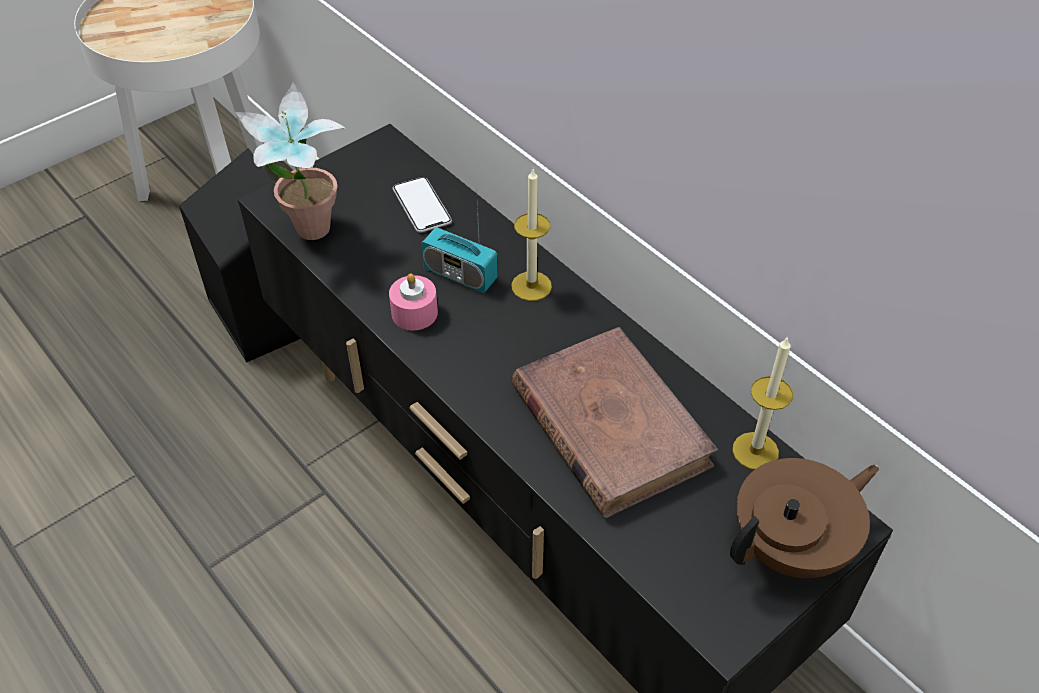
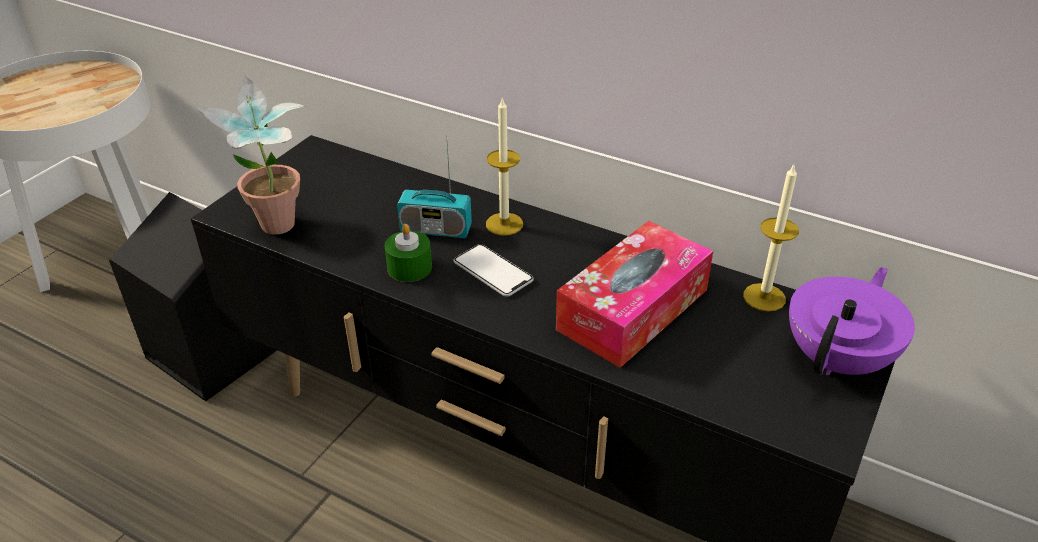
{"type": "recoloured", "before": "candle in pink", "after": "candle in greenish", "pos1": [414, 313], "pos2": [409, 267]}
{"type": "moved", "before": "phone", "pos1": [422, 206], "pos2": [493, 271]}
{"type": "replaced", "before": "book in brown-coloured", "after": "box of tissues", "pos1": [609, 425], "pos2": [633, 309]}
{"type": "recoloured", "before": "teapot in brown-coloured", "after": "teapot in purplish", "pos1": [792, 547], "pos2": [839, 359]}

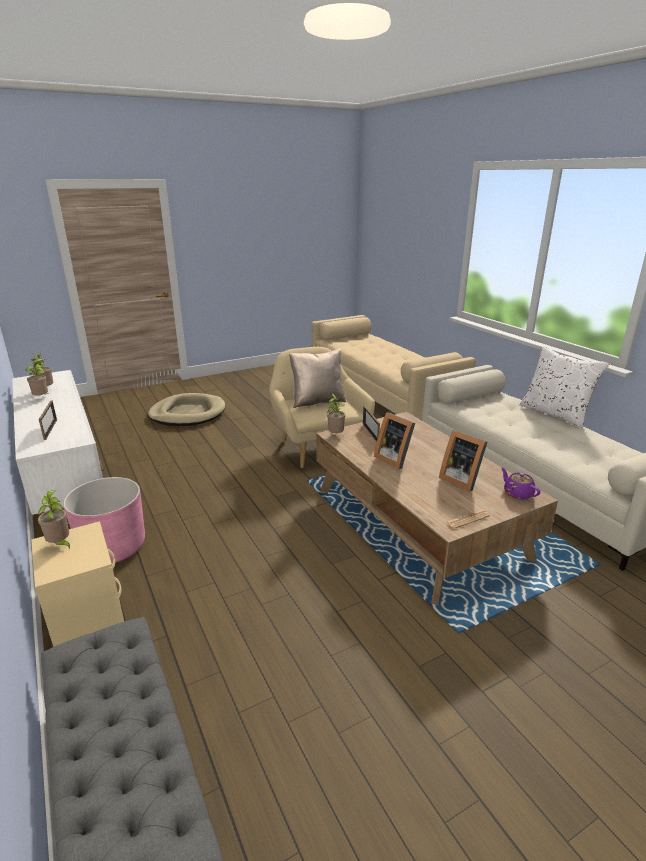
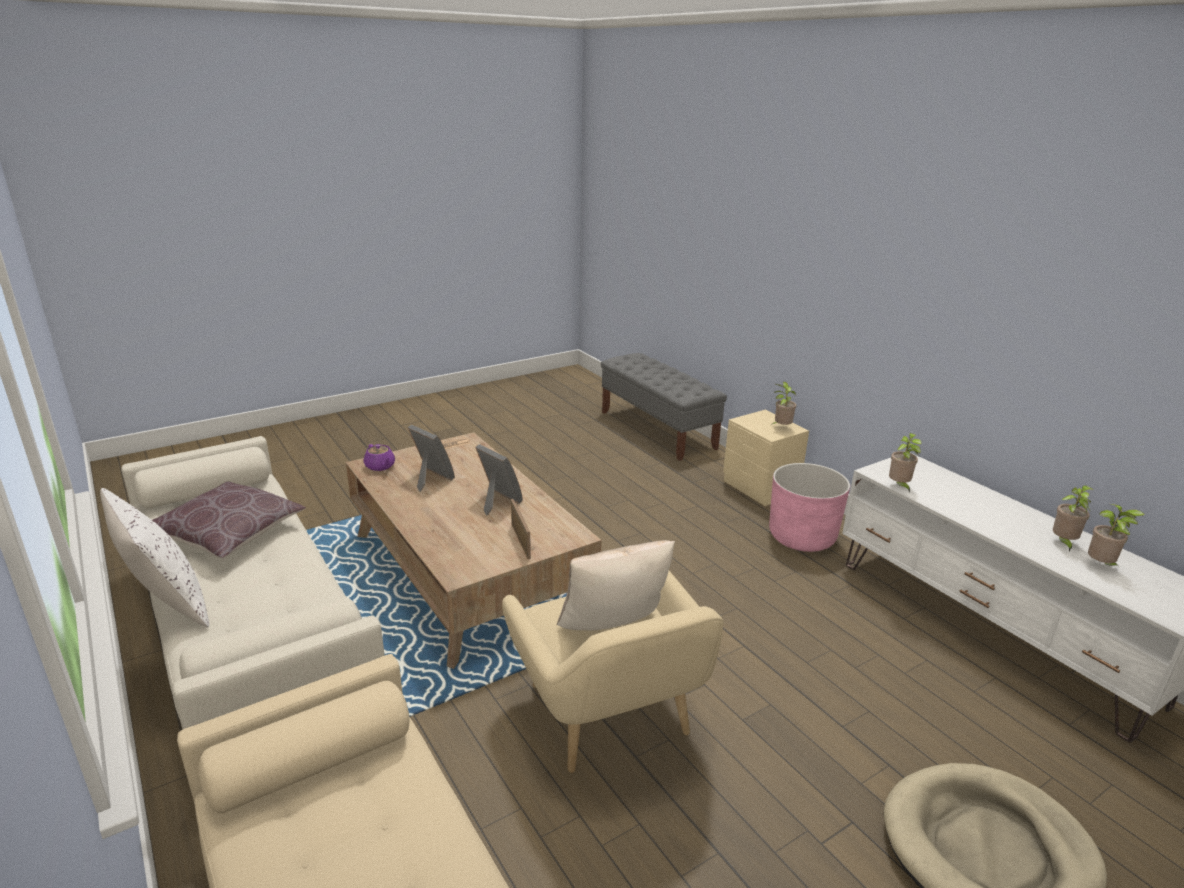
{"type": "removed", "before": "picture frame", "pos1": [50, 429]}
{"type": "moved", "before": "potted plant", "pos1": [335, 435], "pos2": [899, 486]}
{"type": "added", "after": "cushion in brown-coloured", "pos2": [228, 534]}

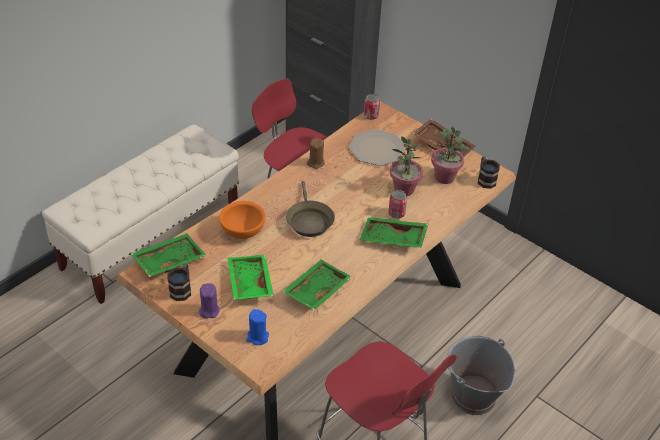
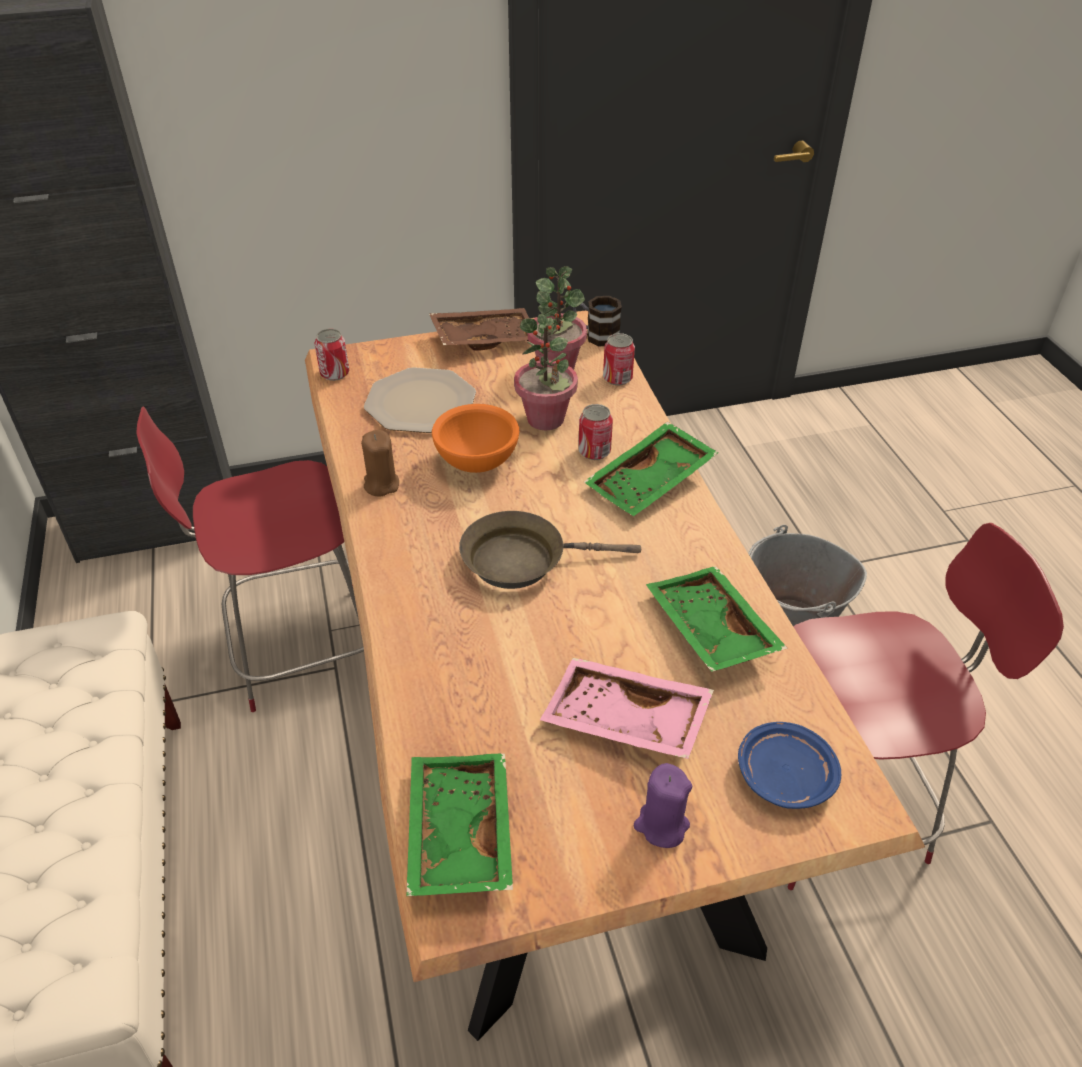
{"type": "removed", "before": "coffee mug", "pos1": [182, 289]}
{"type": "moved", "before": "deep dish in orangey", "pos1": [242, 232], "pos2": [477, 463]}
{"type": "recoloured", "before": "tray in greenish", "after": "tray in pink", "pos1": [248, 283], "pos2": [624, 722]}
{"type": "replaced", "before": "candle in blue", "after": "plate in blue", "pos1": [257, 337], "pos2": [784, 775]}
{"type": "turned", "before": "pan in brown-coloured", "pos1": [309, 221], "pos2": [522, 560], "turn": 150}
{"type": "added", "after": "can", "pos2": [617, 378]}

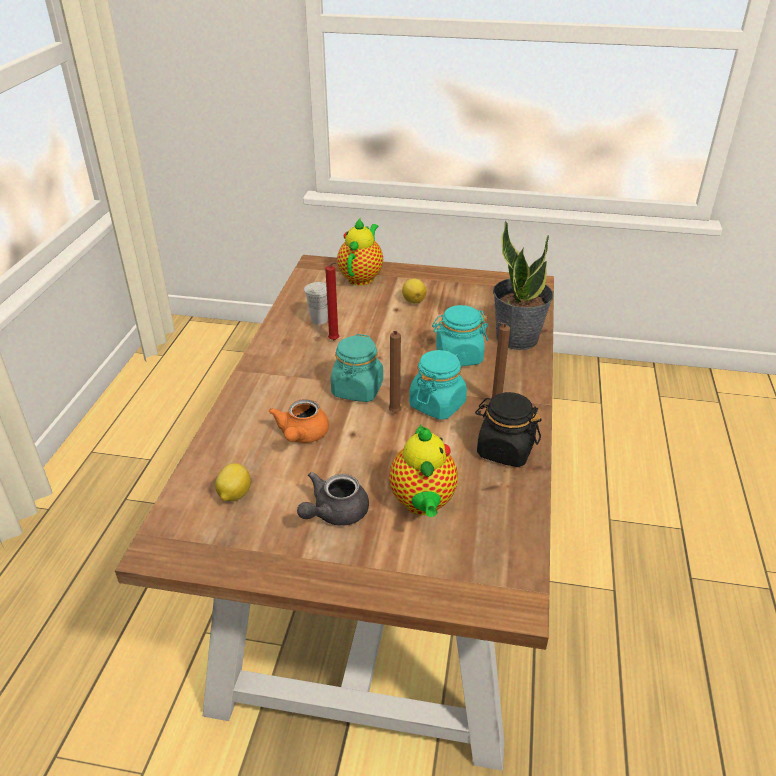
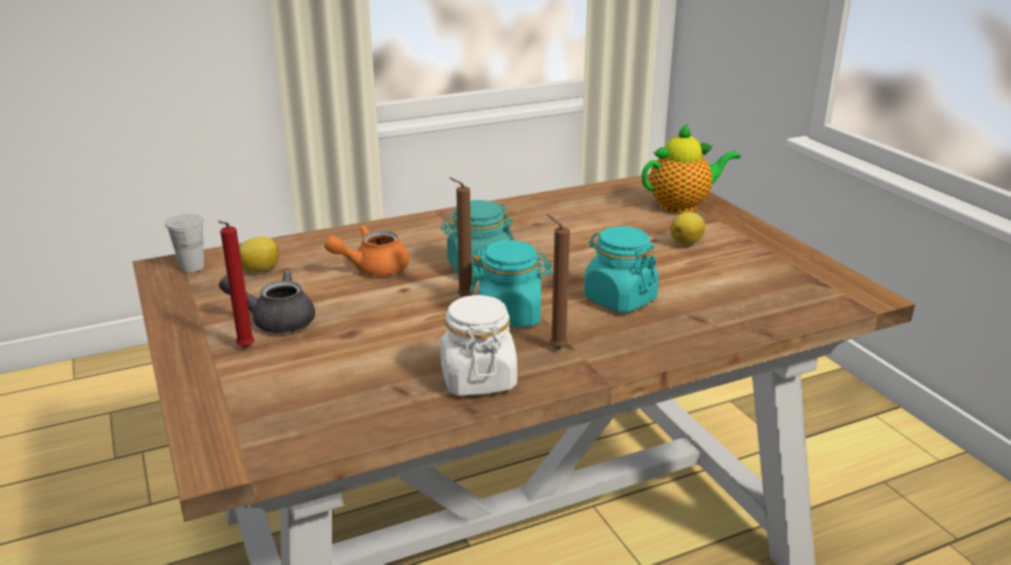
{"type": "moved", "before": "small cup in white-coloured", "pos1": [319, 320], "pos2": [192, 267]}
{"type": "moved", "before": "candle in reddish", "pos1": [335, 341], "pos2": [244, 349]}
{"type": "removed", "before": "teapot", "pos1": [422, 504]}
{"type": "recoloured", "before": "jar in blackish", "after": "jar in white-coloured", "pos1": [504, 450], "pos2": [478, 379]}
{"type": "removed", "before": "potted plant", "pos1": [517, 338]}

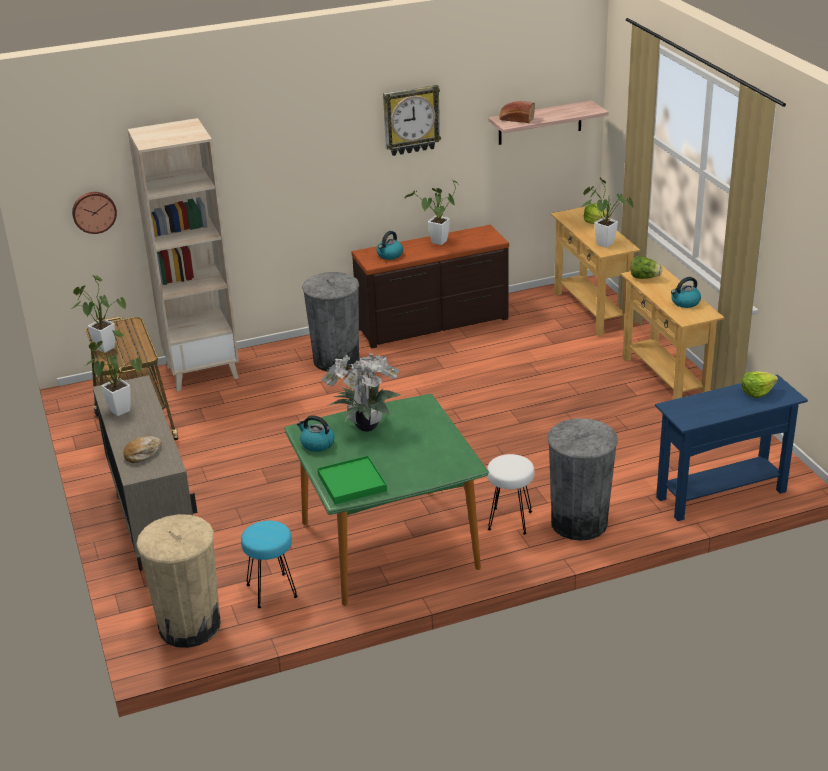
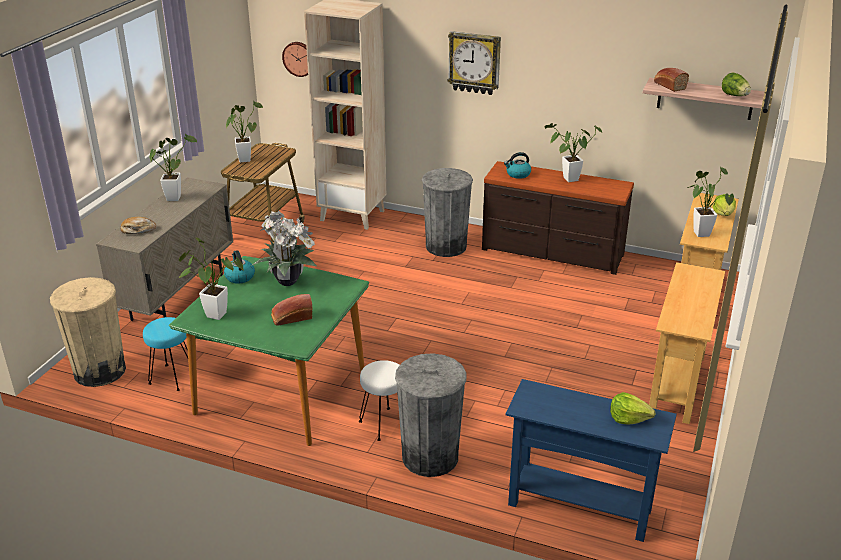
{"type": "replaced", "before": "tray in greenish", "after": "potted plant", "pos1": [351, 482], "pos2": [212, 314]}
{"type": "moved", "before": "wall clock", "pos1": [411, 120], "pos2": [474, 63]}
{"type": "moved", "before": "lettuce", "pos1": [644, 277], "pos2": [735, 96]}
{"type": "removed", "before": "tea kettle", "pos1": [685, 302]}
{"type": "added", "after": "bread", "pos2": [291, 318]}

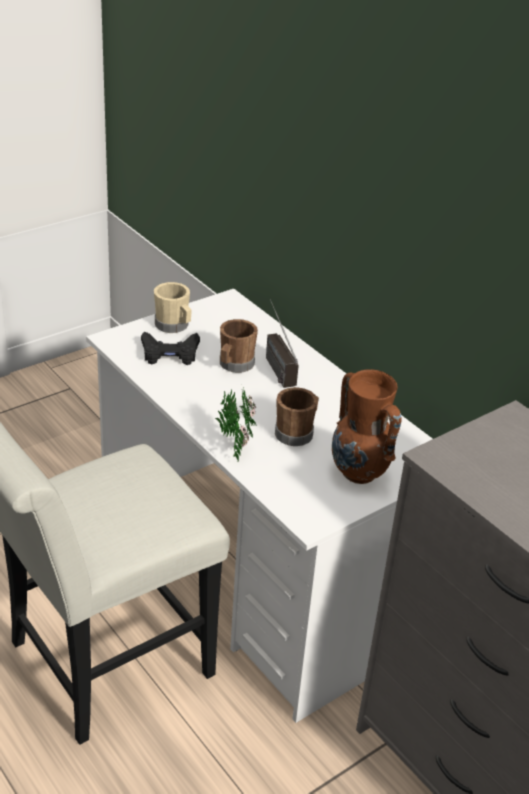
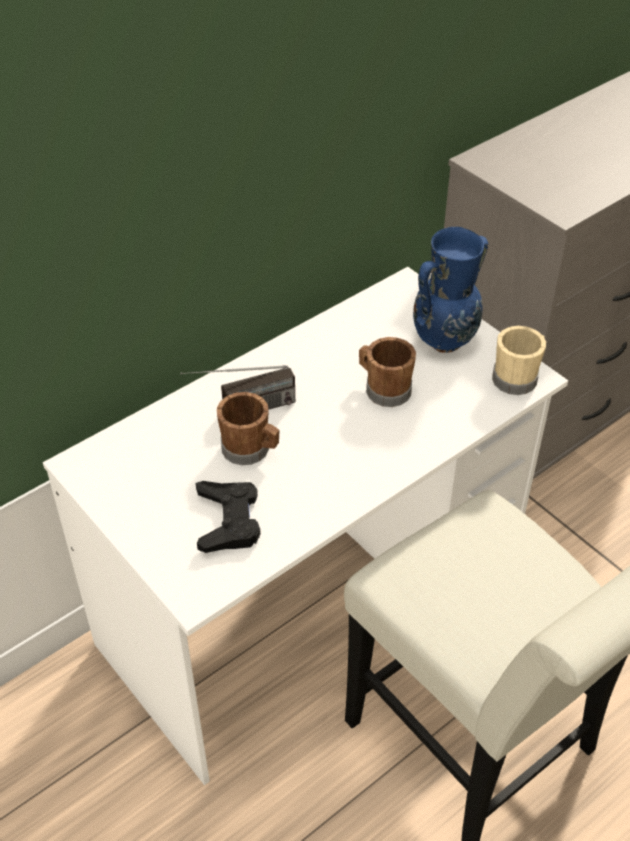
{"type": "moved", "before": "coffee mug in beige-coloured", "pos1": [174, 326], "pos2": [518, 377]}
{"type": "removed", "before": "potted plant", "pos1": [234, 444]}
{"type": "recoloured", "before": "flower vase in brown-coloured", "after": "flower vase in blue", "pos1": [359, 474], "pos2": [445, 341]}

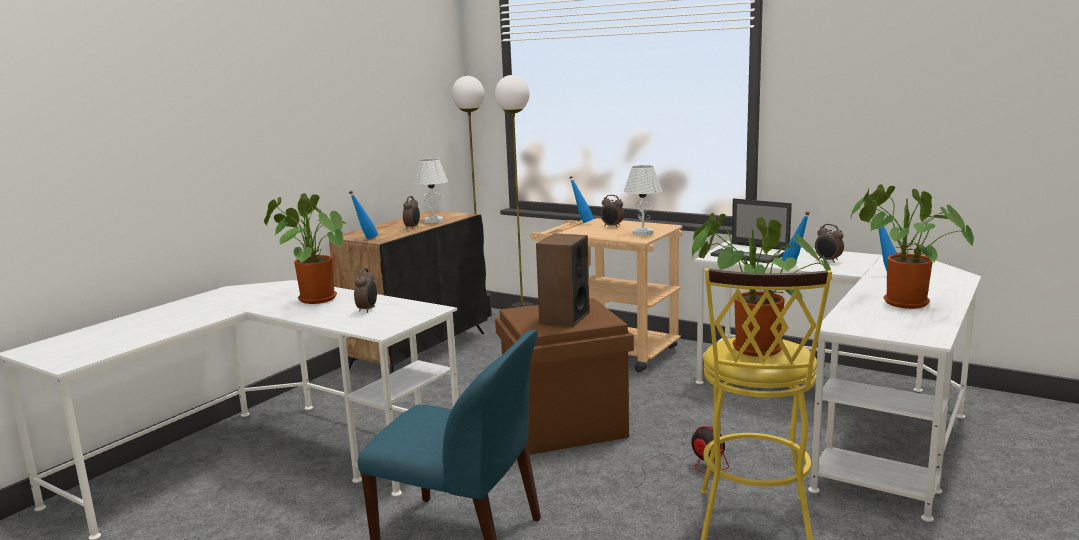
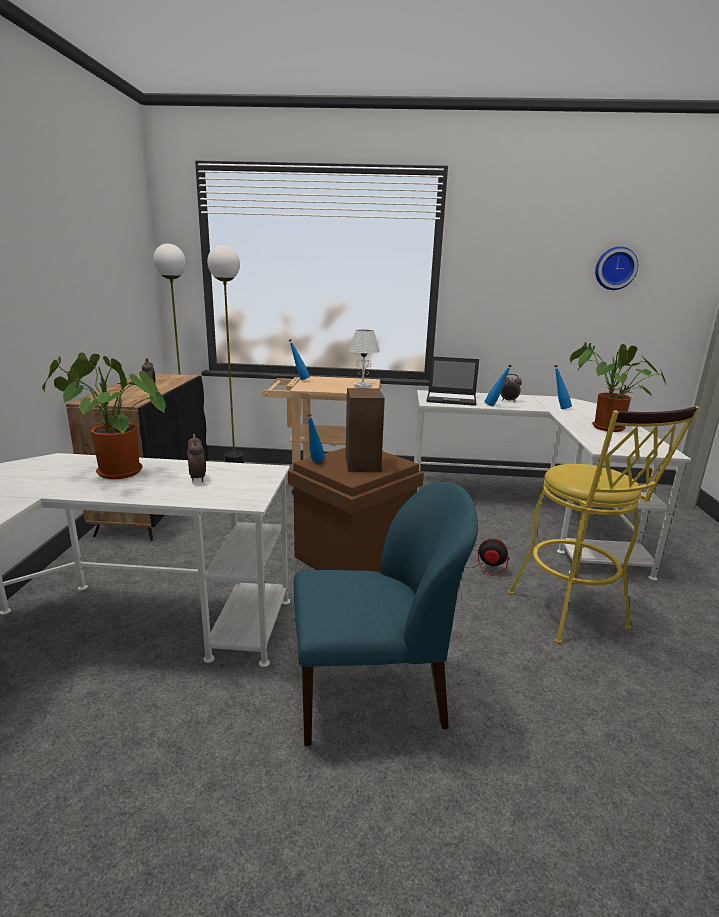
{"type": "moved", "before": "bottle in blue", "pos1": [365, 239], "pos2": [314, 463]}
{"type": "removed", "before": "table lamp in white-coloured", "pos1": [433, 221]}
{"type": "removed", "before": "alarm clock", "pos1": [612, 226]}
{"type": "removed", "before": "potted plant", "pos1": [751, 349]}
{"type": "added", "after": "wall clock", "pos2": [615, 268]}

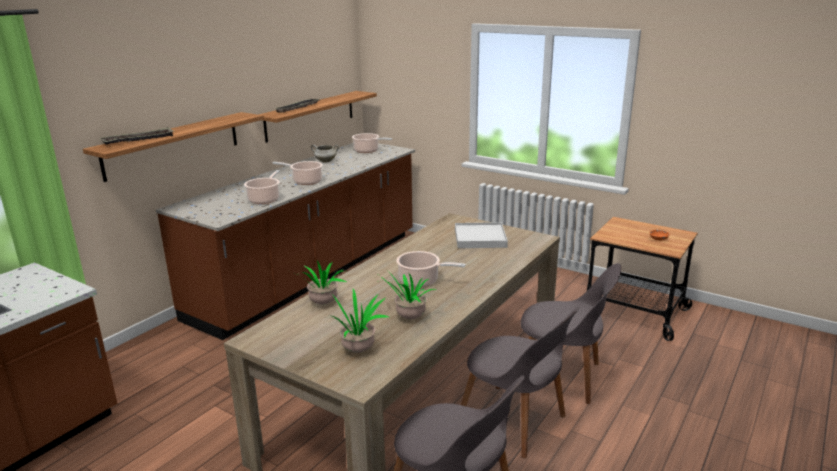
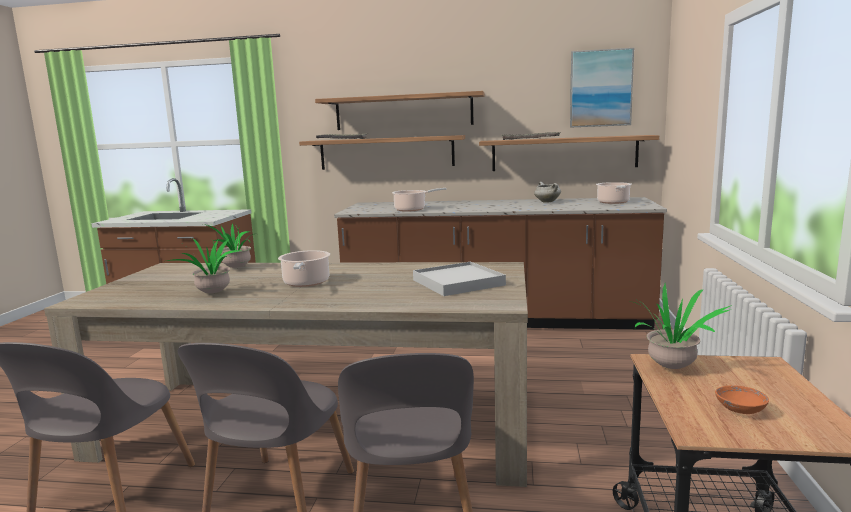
{"type": "removed", "before": "stockpot", "pos1": [305, 181]}
{"type": "moved", "before": "potted plant", "pos1": [357, 349], "pos2": [672, 367]}
{"type": "added", "after": "wall shelf", "pos2": [403, 112]}
{"type": "added", "after": "picture", "pos2": [600, 88]}

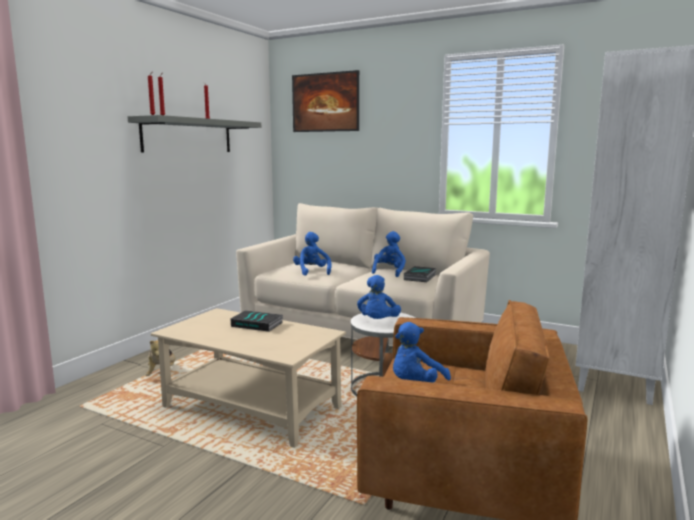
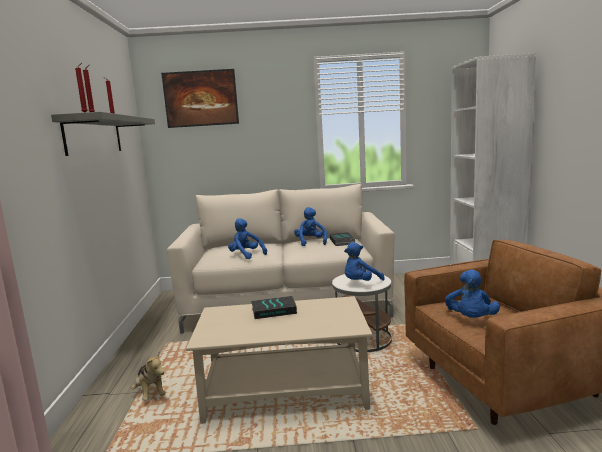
{"type": "turned", "before": "plush toy in blue", "pos1": [378, 322], "pos2": [360, 283], "turn": 75}

